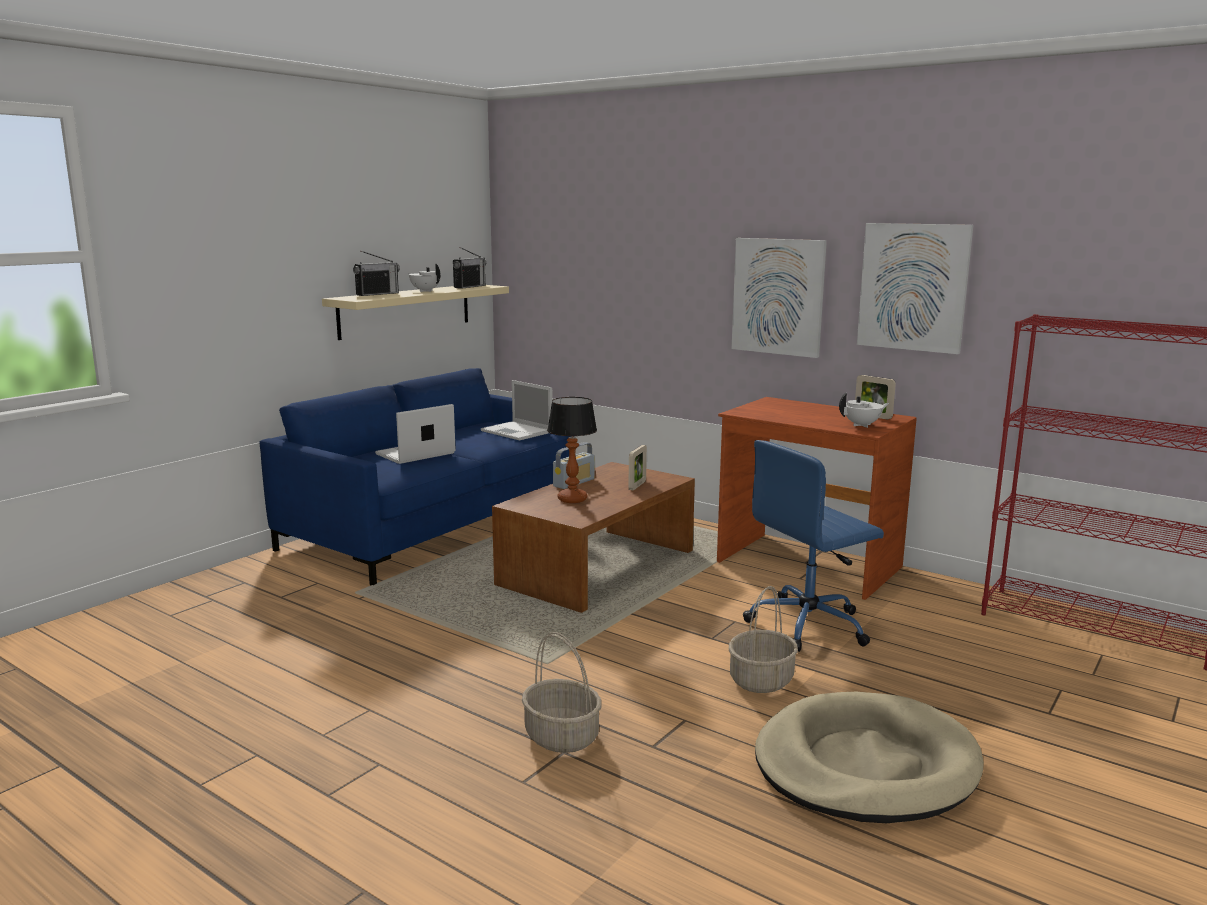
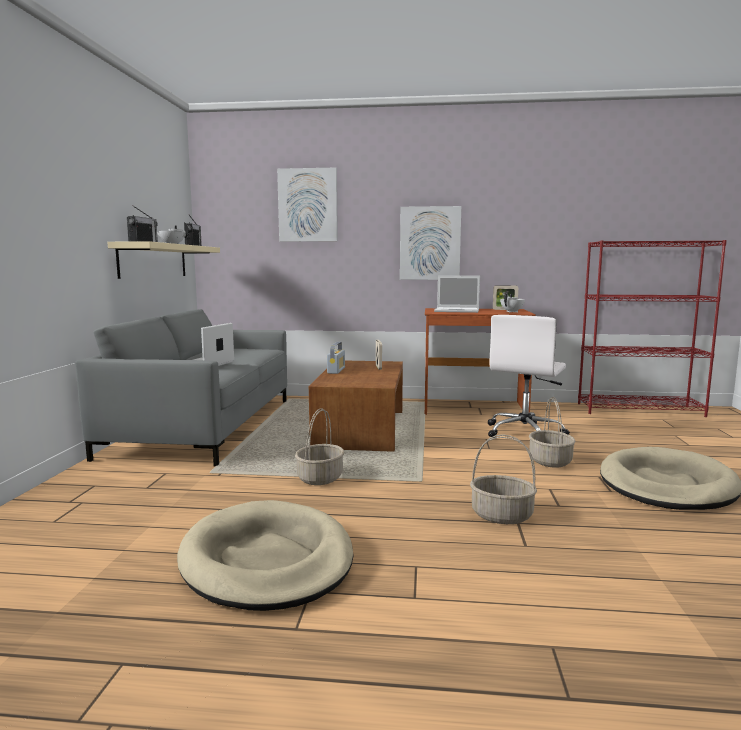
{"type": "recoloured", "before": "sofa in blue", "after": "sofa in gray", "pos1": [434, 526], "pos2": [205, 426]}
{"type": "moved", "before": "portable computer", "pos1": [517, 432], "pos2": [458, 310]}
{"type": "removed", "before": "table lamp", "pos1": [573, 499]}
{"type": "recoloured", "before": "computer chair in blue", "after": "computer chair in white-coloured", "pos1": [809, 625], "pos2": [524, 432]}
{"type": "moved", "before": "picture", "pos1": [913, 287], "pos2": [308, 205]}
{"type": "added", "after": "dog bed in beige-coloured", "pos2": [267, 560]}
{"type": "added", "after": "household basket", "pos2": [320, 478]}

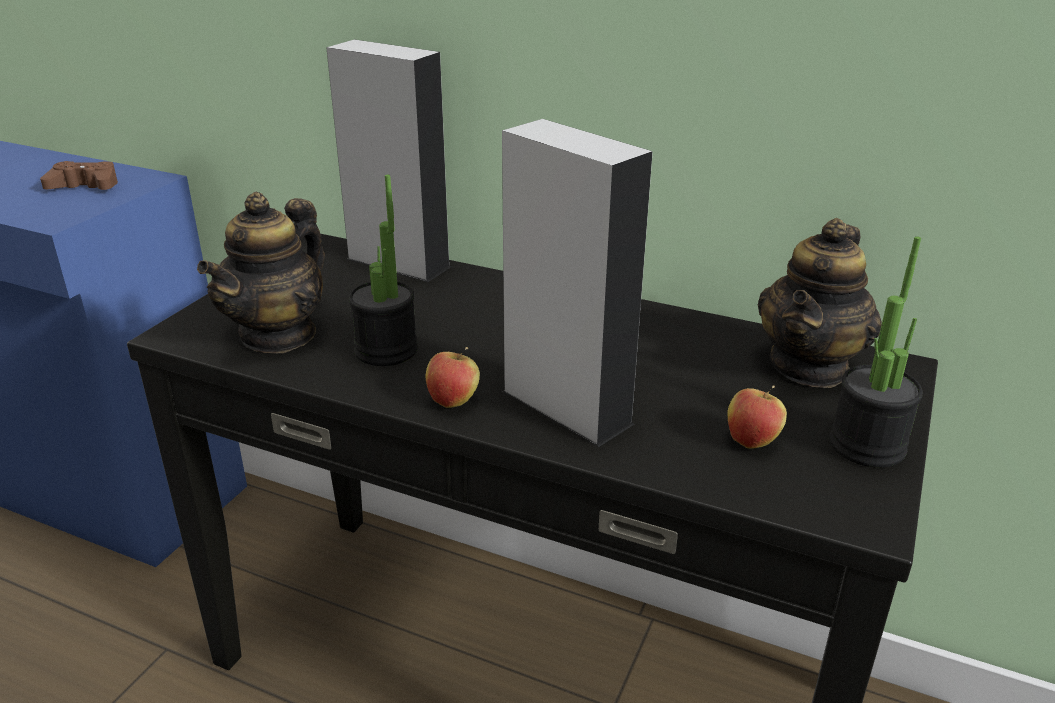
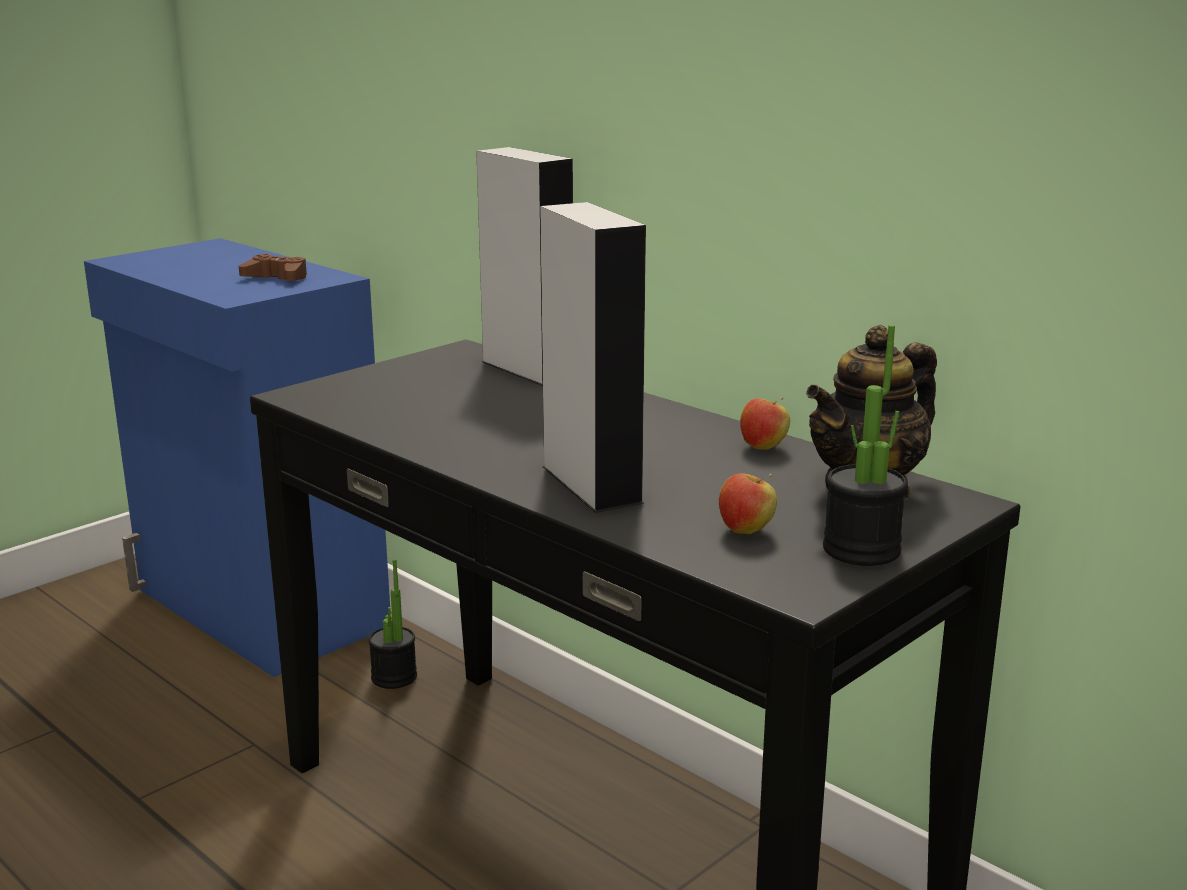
{"type": "removed", "before": "teapot", "pos1": [278, 334]}
{"type": "moved", "before": "potted plant", "pos1": [386, 350], "pos2": [394, 677]}
{"type": "moved", "before": "apple", "pos1": [453, 401], "pos2": [763, 447]}

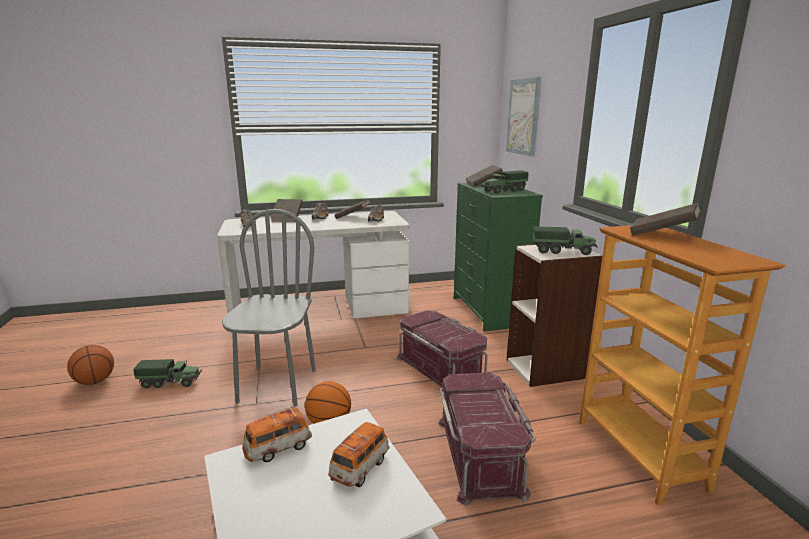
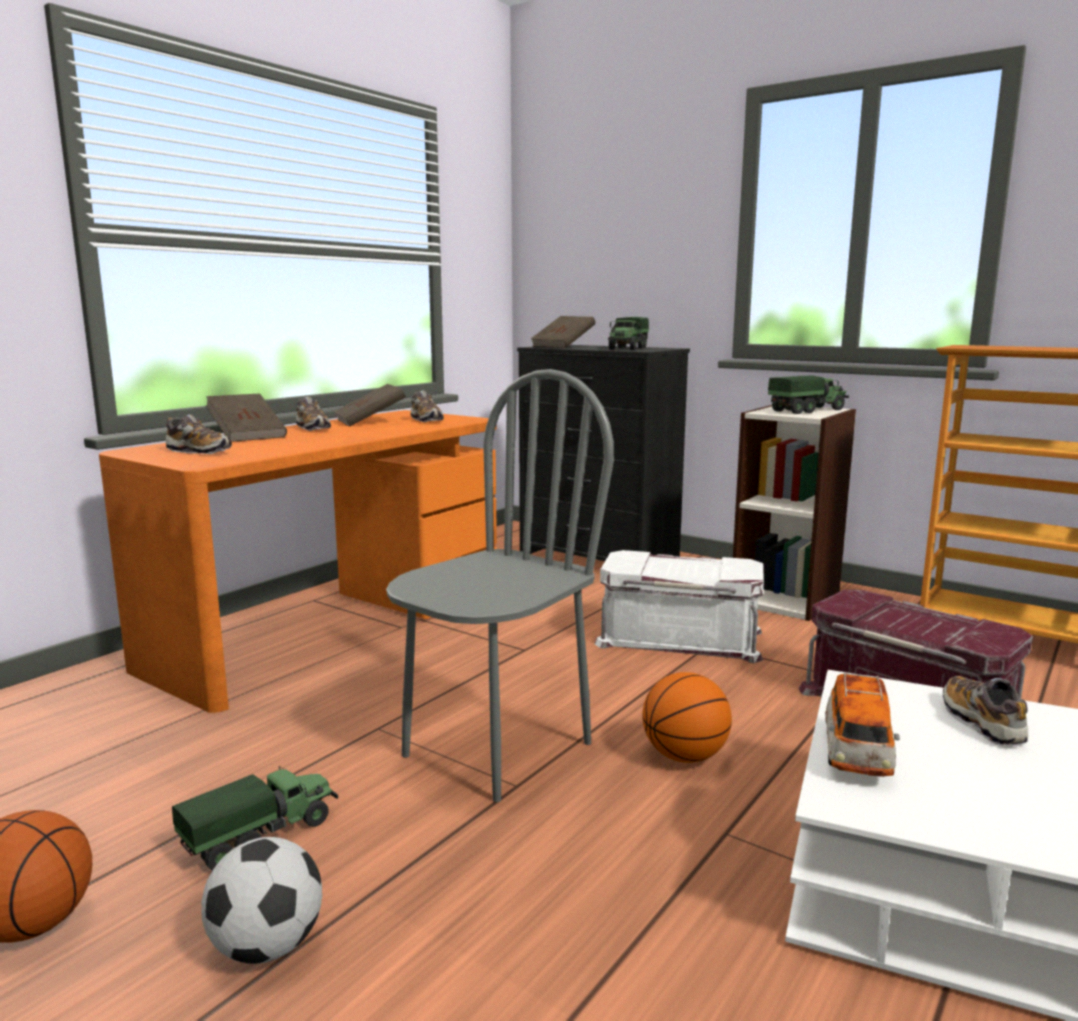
{"type": "recoloured", "before": "desk unit in white-coloured", "after": "desk unit in orangey", "pos1": [320, 310], "pos2": [333, 626]}
{"type": "turned", "before": "plain chair in gray", "pos1": [277, 385], "pos2": [496, 748], "turn": 75}
{"type": "replaced", "before": "model car", "after": "item of footwear", "pos1": [360, 467], "pos2": [981, 722]}
{"type": "recoloured", "before": "storage container in reddish", "after": "storage container in white-coloured", "pos1": [442, 368], "pos2": [680, 637]}
{"type": "recoloured", "before": "drawer chest in greenish", "after": "drawer chest in blackish", "pos1": [488, 311], "pos2": [598, 559]}
{"type": "removed", "before": "picture", "pos1": [523, 117]}
{"type": "removed", "before": "book in brown-coloured", "pos1": [662, 234]}
{"type": "added", "after": "football ball", "pos2": [267, 947]}

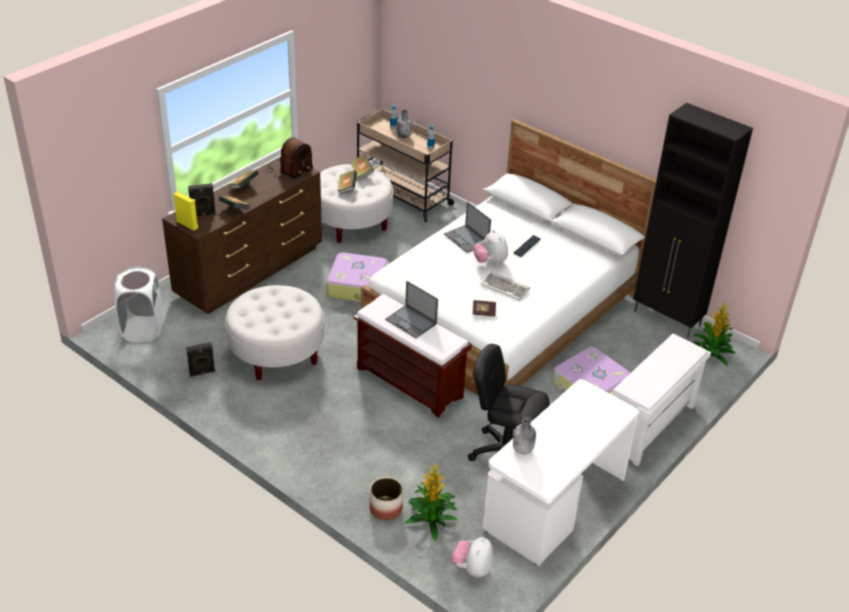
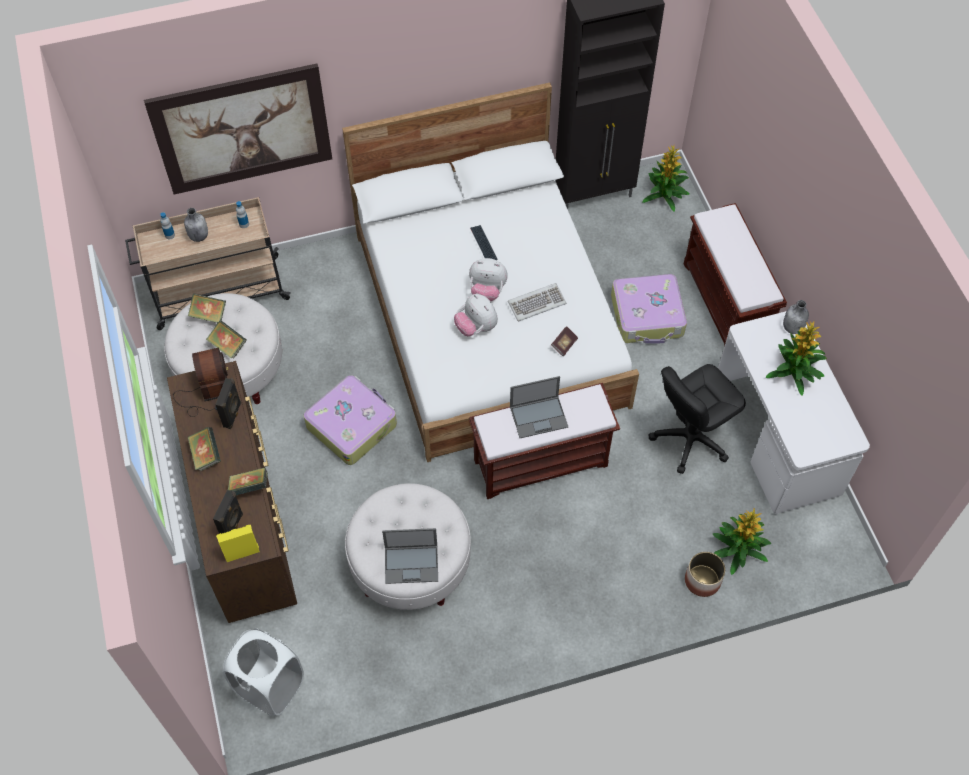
{"type": "moved", "before": "audio speaker in blackish", "pos1": [202, 373], "pos2": [233, 415]}
{"type": "moved", "before": "portable computer", "pos1": [467, 239], "pos2": [412, 564]}
{"type": "moved", "before": "plush toy", "pos1": [472, 568], "pos2": [476, 327]}
{"type": "moved", "before": "bottle in gray", "pos1": [523, 450], "pos2": [793, 328]}
{"type": "recoloured", "before": "bench in white-coloured", "after": "bench in brown-coloured", "pos1": [649, 427], "pos2": [725, 304]}
{"type": "added", "after": "picture", "pos2": [242, 129]}
{"type": "added", "after": "potted plant", "pos2": [794, 372]}

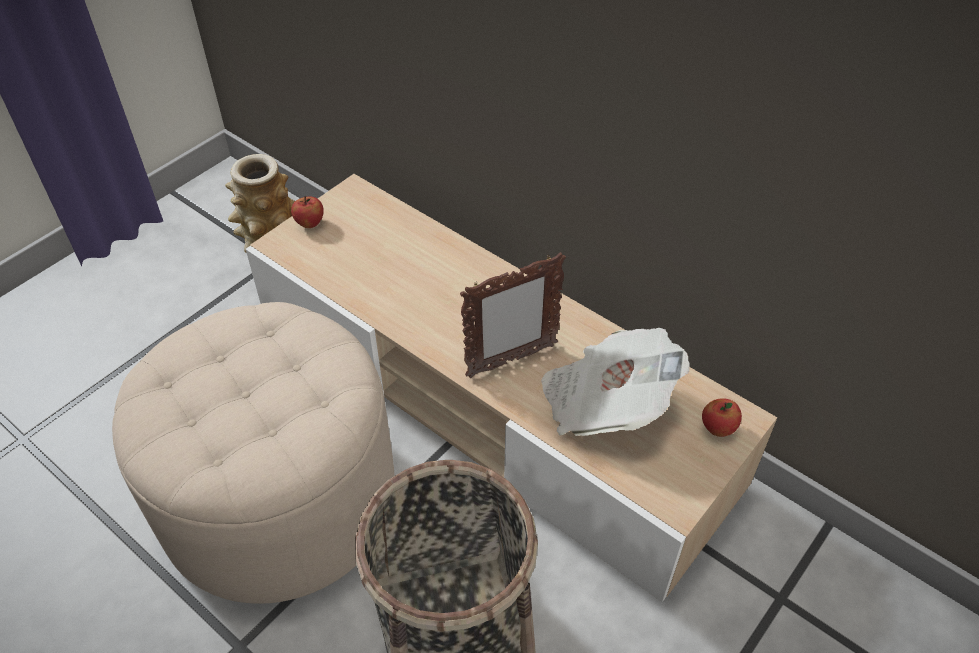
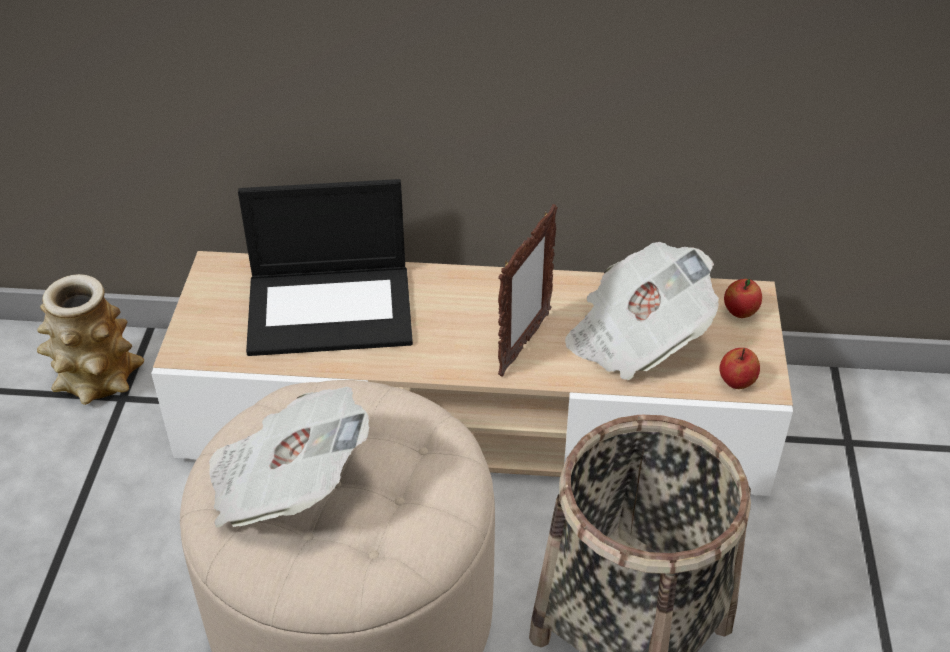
{"type": "moved", "before": "apple", "pos1": [310, 223], "pos2": [736, 382]}
{"type": "added", "after": "printed paper", "pos2": [286, 485]}
{"type": "added", "after": "portable computer", "pos2": [332, 309]}

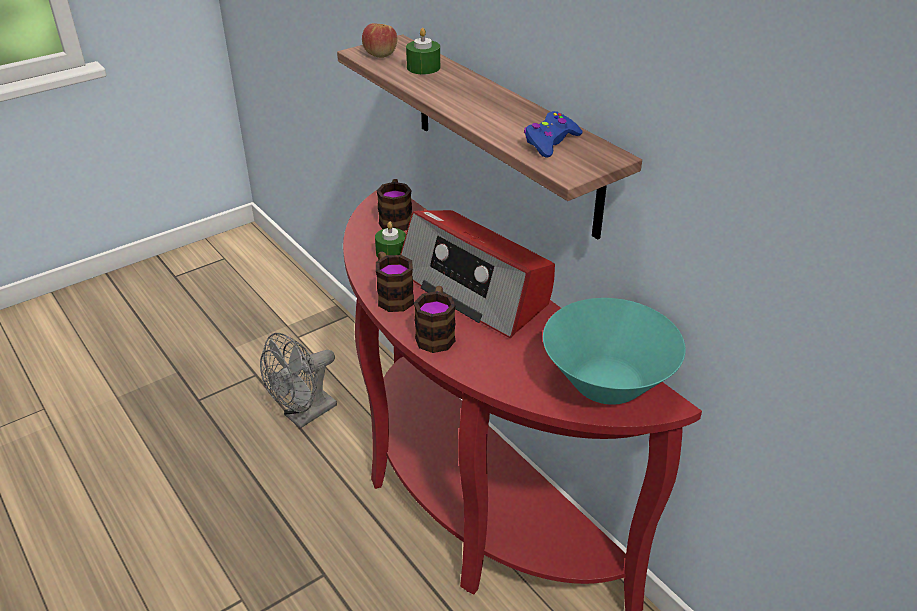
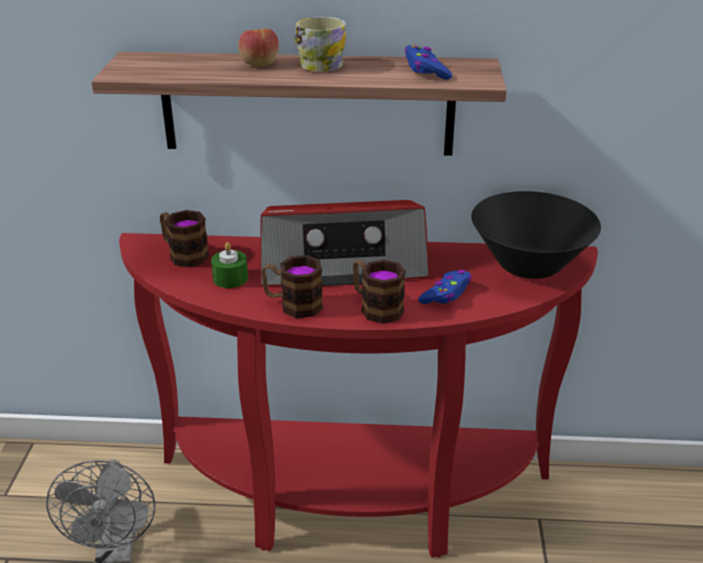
{"type": "moved", "before": "apple", "pos1": [380, 54], "pos2": [259, 63]}
{"type": "removed", "before": "candle in greenish", "pos1": [423, 67]}
{"type": "recoloured", "before": "deep dish in turquoise-coloured", "after": "deep dish in blackish", "pos1": [607, 384], "pos2": [529, 265]}
{"type": "added", "after": "coffee mug", "pos2": [316, 64]}
{"type": "added", "after": "joypad in blue", "pos2": [446, 294]}

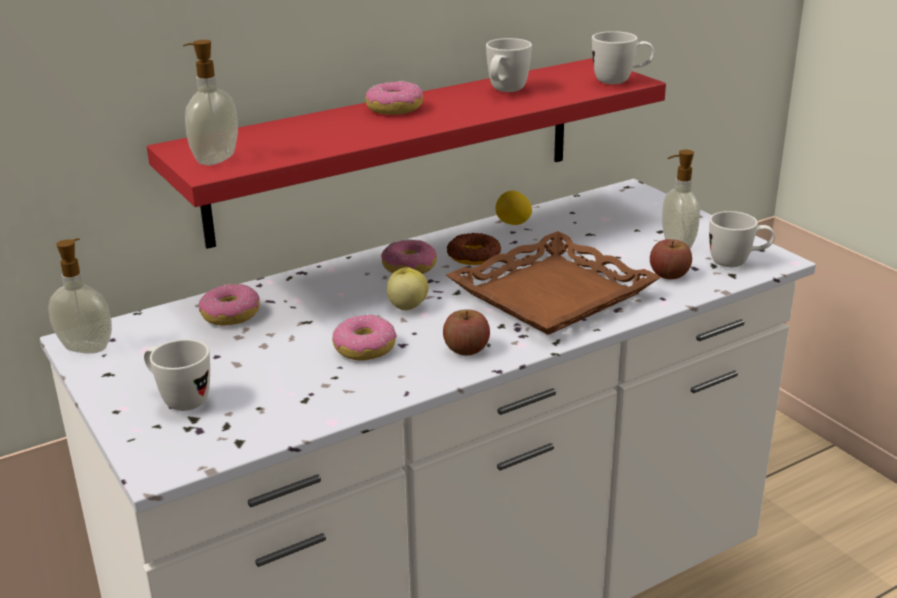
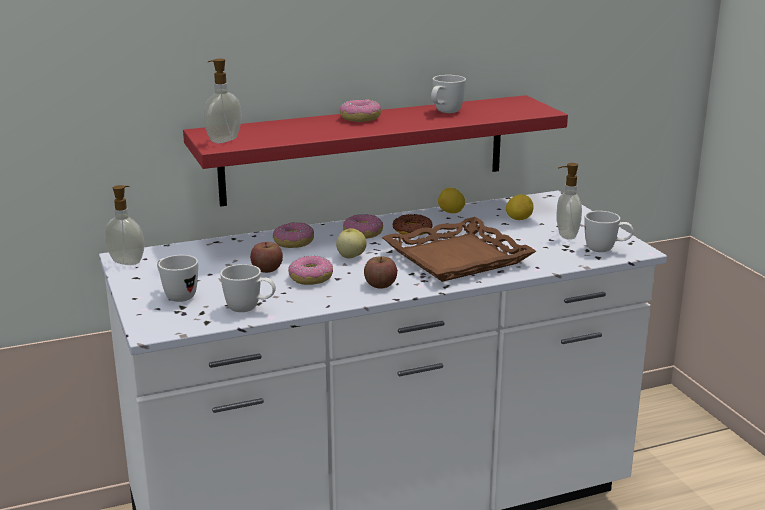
{"type": "moved", "before": "ring doughnut", "pos1": [230, 314], "pos2": [293, 242]}
{"type": "moved", "before": "coffee mug in white-coloured", "pos1": [620, 81], "pos2": [250, 309]}
{"type": "moved", "before": "apple", "pos1": [669, 275], "pos2": [267, 269]}
{"type": "added", "after": "citrus fruit", "pos2": [519, 219]}

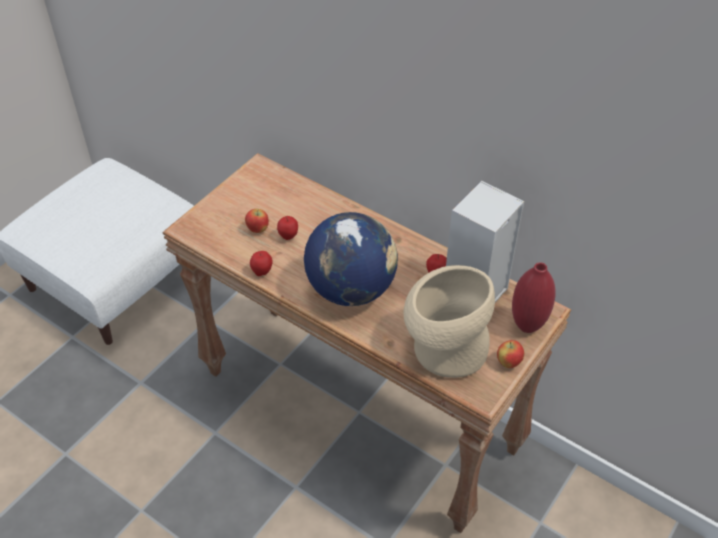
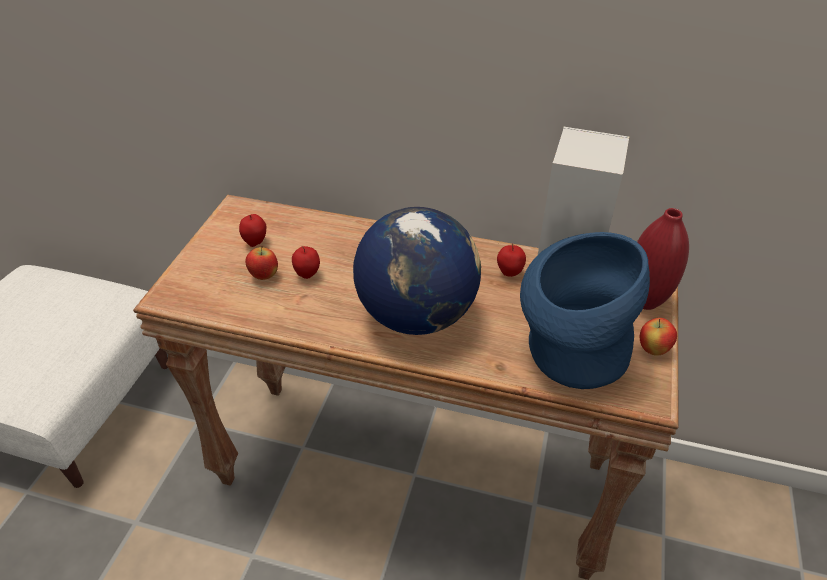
{"type": "moved", "before": "apple", "pos1": [262, 272], "pos2": [255, 242]}
{"type": "recoloured", "before": "flower vase in beige-coloured", "after": "flower vase in blue", "pos1": [443, 348], "pos2": [568, 355]}

